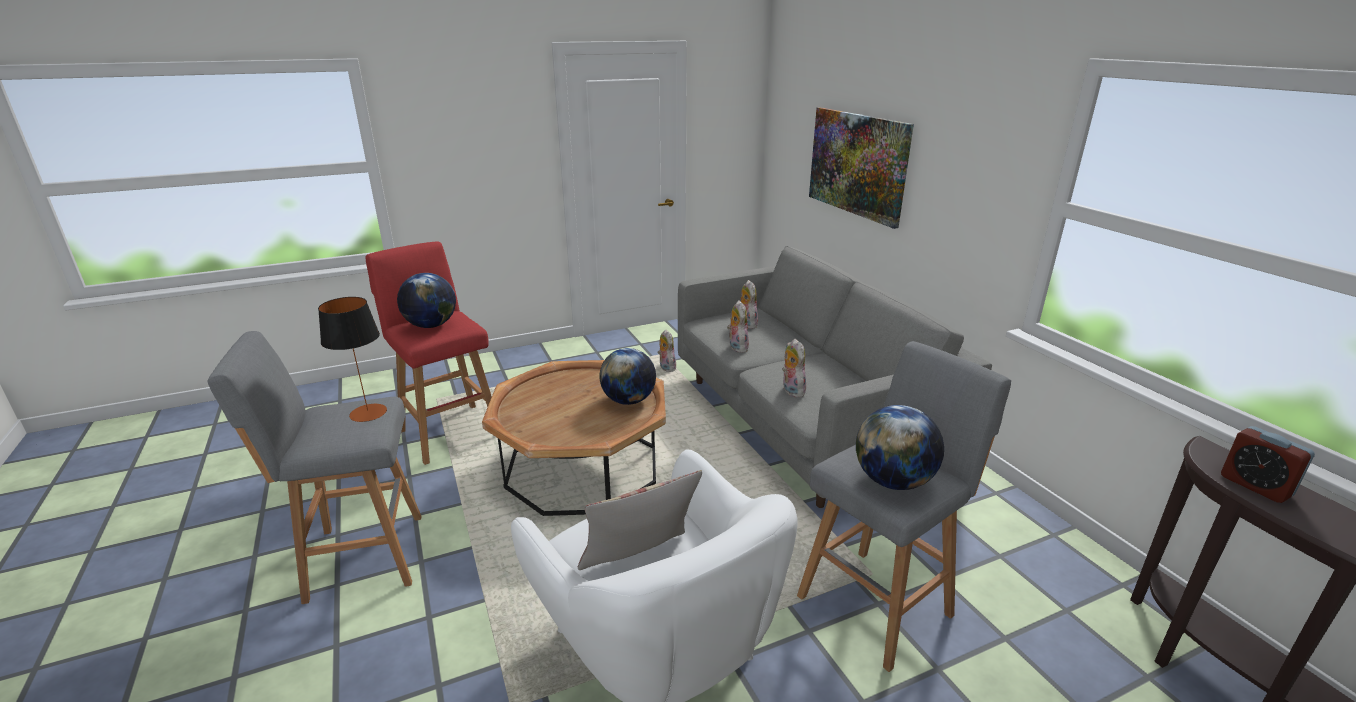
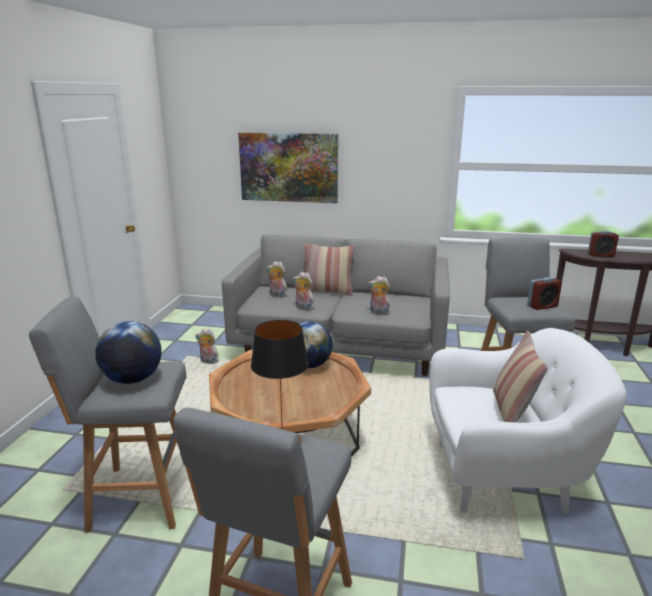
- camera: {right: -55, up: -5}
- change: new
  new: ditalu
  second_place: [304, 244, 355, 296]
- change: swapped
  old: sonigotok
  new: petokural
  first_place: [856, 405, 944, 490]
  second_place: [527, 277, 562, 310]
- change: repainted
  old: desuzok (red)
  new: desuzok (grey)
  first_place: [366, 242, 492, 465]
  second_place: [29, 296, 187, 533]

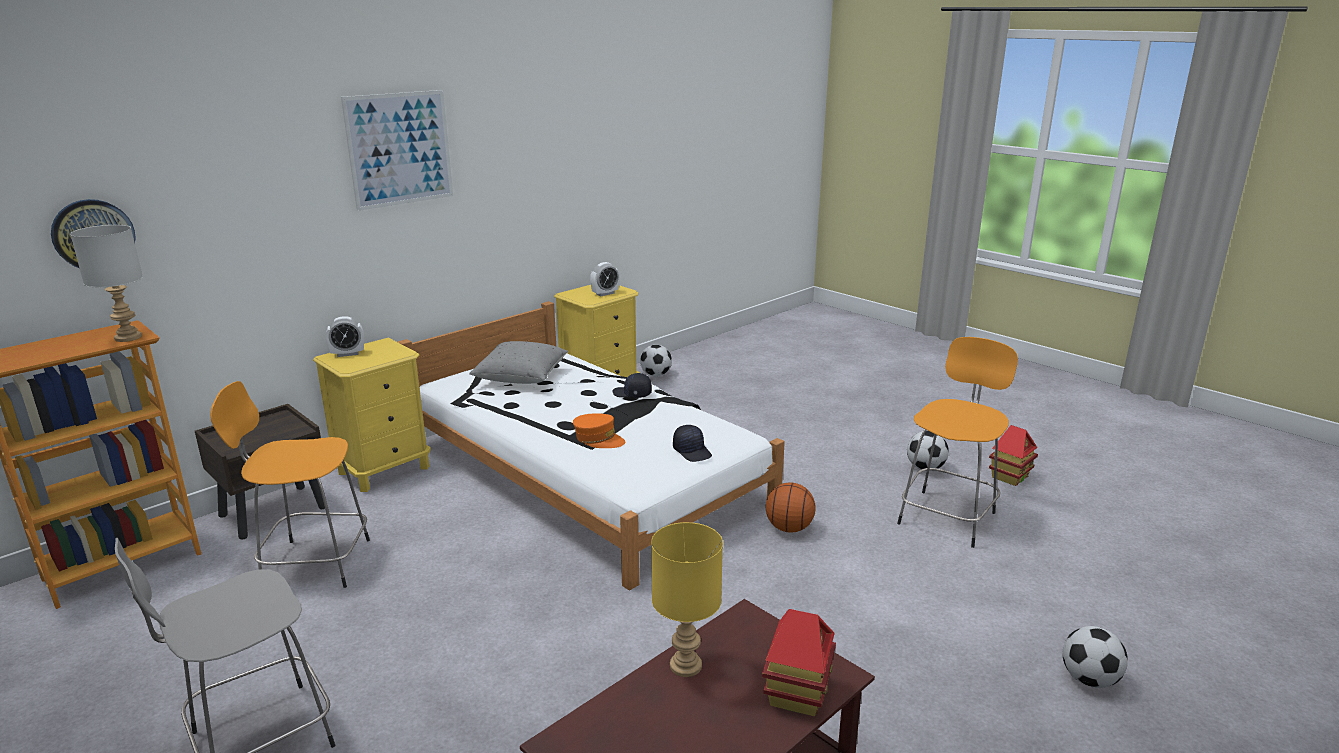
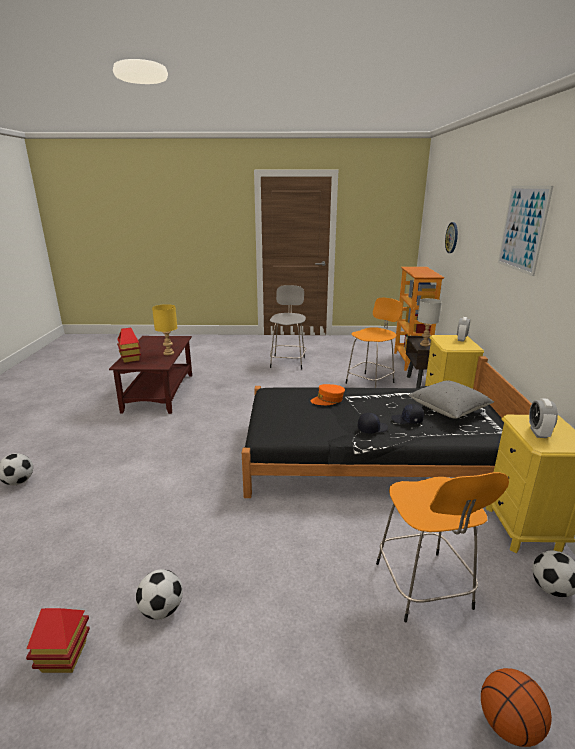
- camera: {right: 135, up: 0}
- change: shifted
  old: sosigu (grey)
  first_place: [70, 225, 143, 342]
  second_place: [417, 298, 442, 346]
- change: shifted
  old: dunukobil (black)
  first_place: [673, 425, 712, 462]
  second_place: [391, 404, 424, 424]
- change: shifted
  old: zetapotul
  first_place: [765, 482, 816, 533]
  second_place: [481, 668, 552, 747]
- change: shifted
  old: desuzok (orange)
  first_place: [897, 337, 1018, 548]
  second_place: [376, 472, 509, 622]
- change: repainted
  old: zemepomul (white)
  new: zemepomul (black)
  first_place: [398, 301, 785, 591]
  second_place: [242, 356, 532, 498]

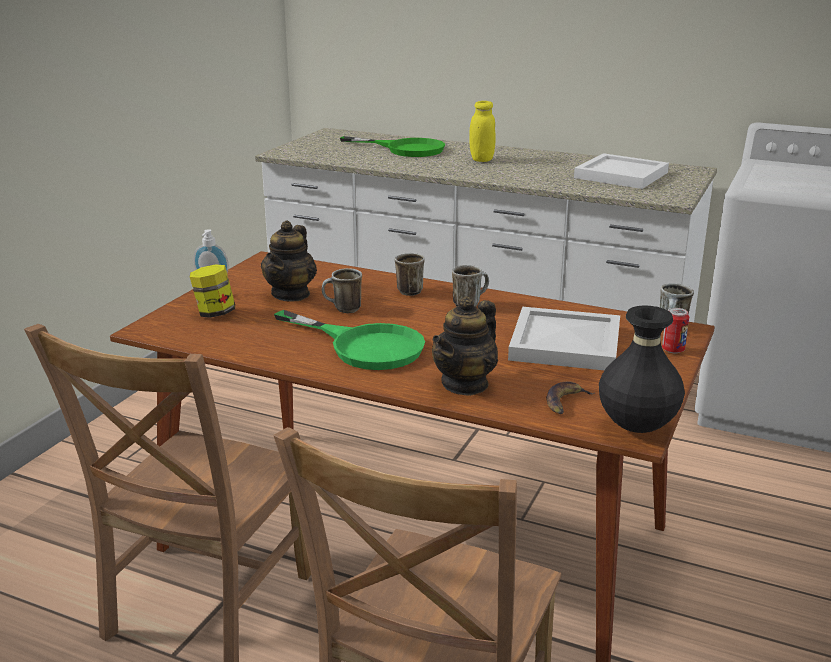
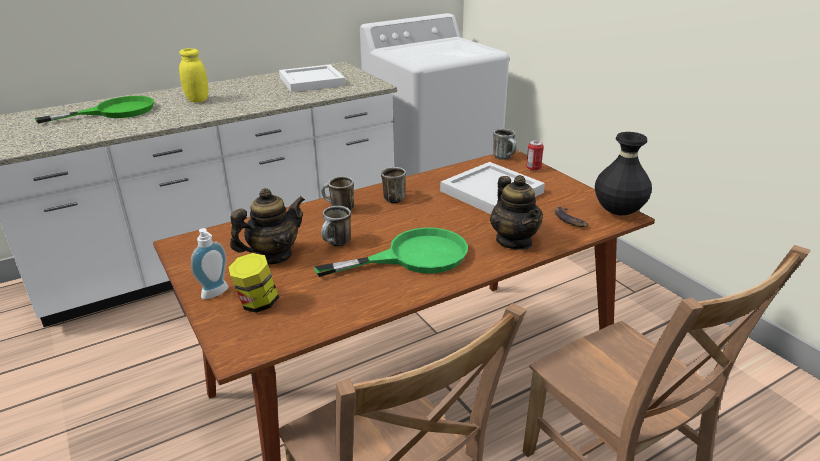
- camera: {right: -55, up: 5}
- change: rotated
  old: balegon
  first_place: [261, 220, 317, 302]
  second_place: [230, 188, 305, 264]
  degrees: -90

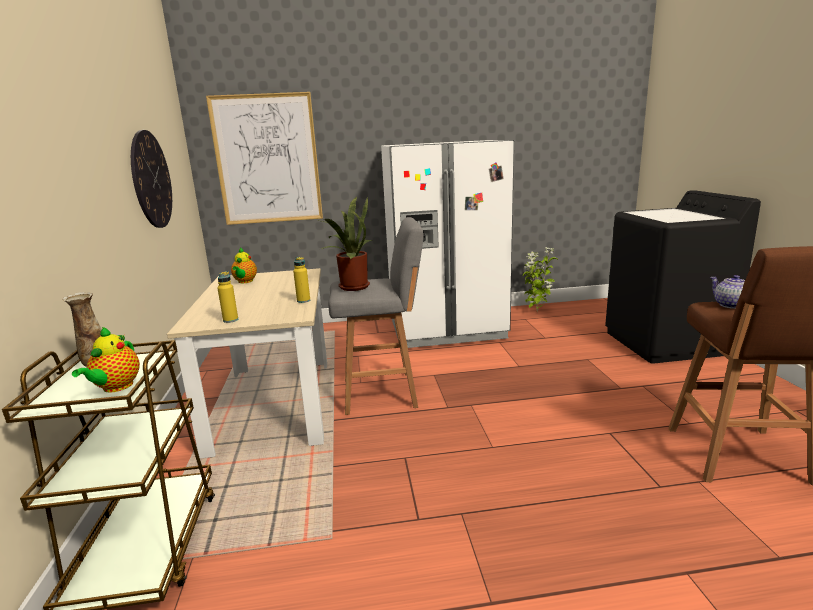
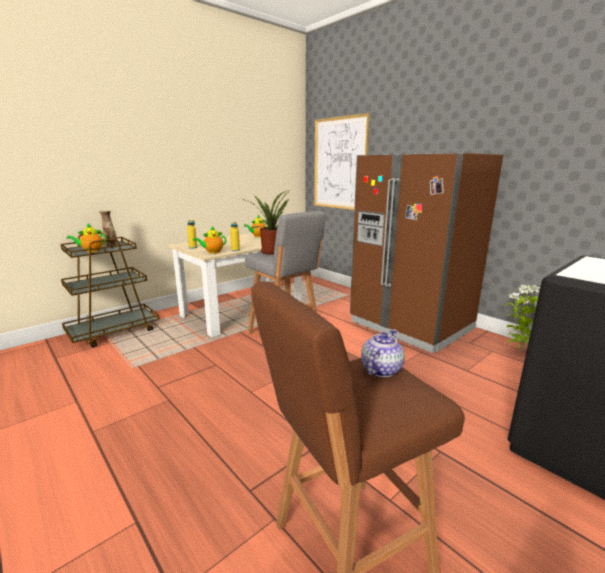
- camera: {right: 55, up: 0}
- change: gone
  old: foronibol
  first_place: [131, 130, 172, 228]
- change: new
  new: balegon
  second_place: [193, 226, 226, 254]
- change: repainted
  old: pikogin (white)
  new: pikogin (brown)
  first_place: [381, 140, 514, 348]
  second_place: [350, 153, 503, 353]

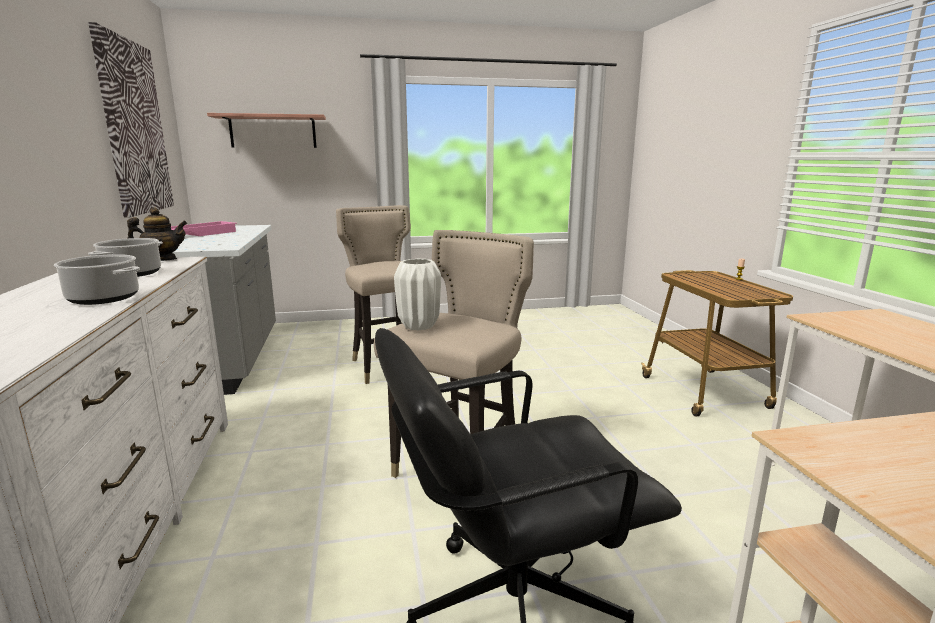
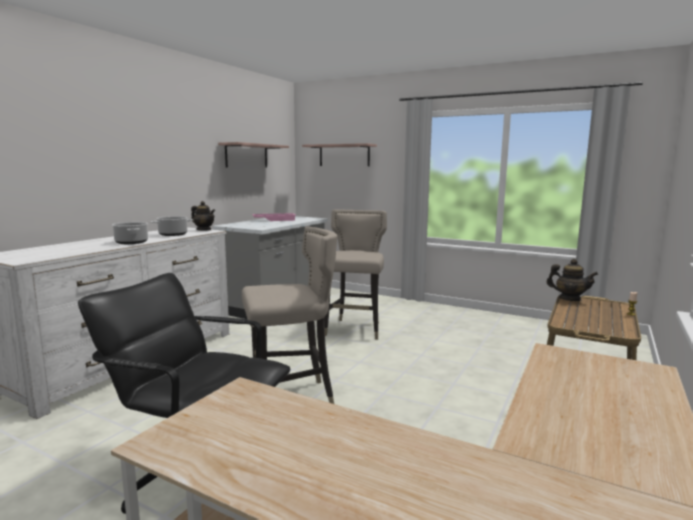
- camera: {right: 40, up: -5}
- change: gone
  old: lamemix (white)
  first_place: [394, 259, 441, 330]
- change: new
  new: balegon
  second_place: [547, 259, 598, 301]
- change: swapped
  old: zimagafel
  new: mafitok
  first_place: [88, 22, 174, 218]
  second_place: [218, 142, 289, 168]

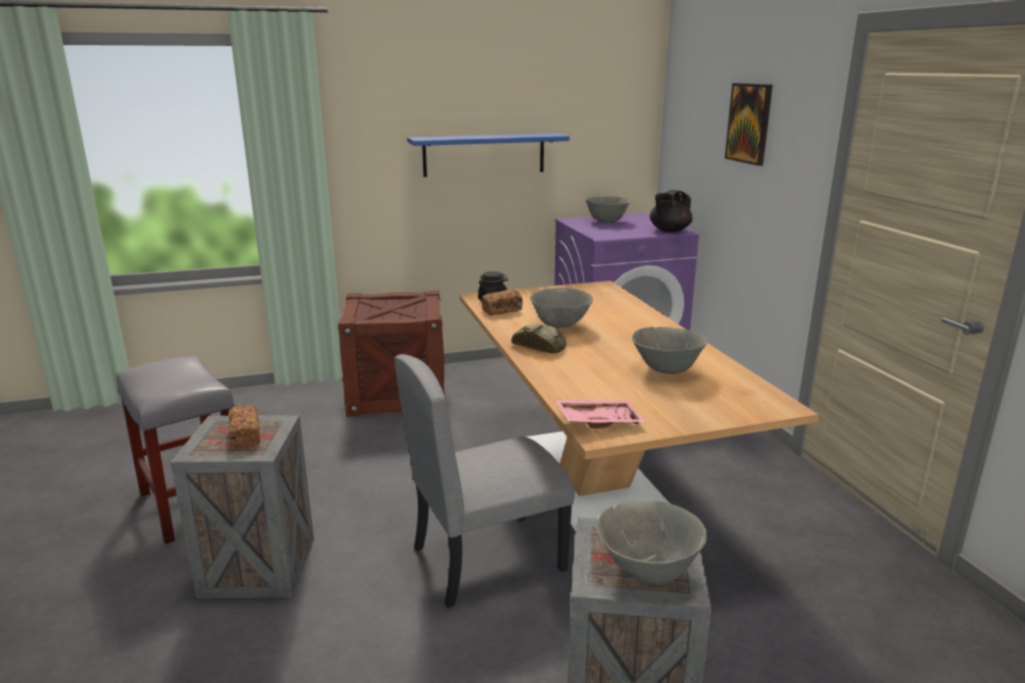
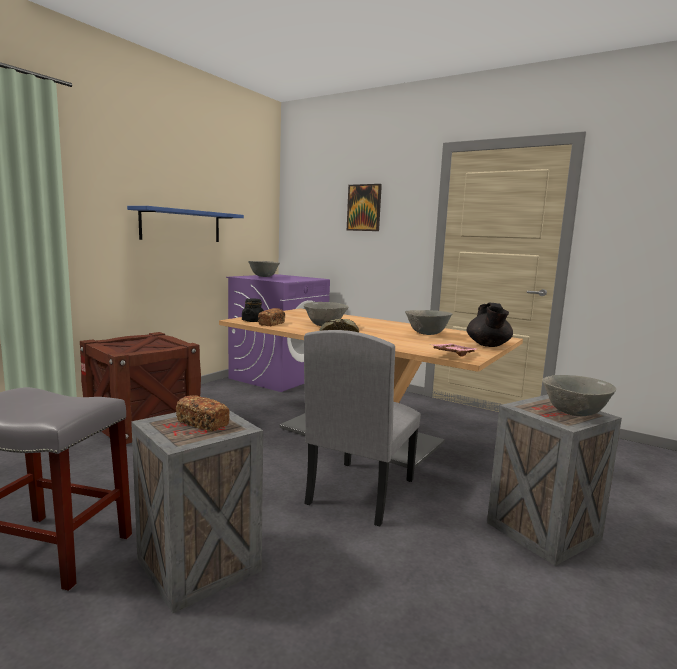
- camera: {right: -40, up: -10}
- change: shifted
  old: balegon (black)
  first_place: [650, 190, 693, 233]
  second_place: [467, 303, 513, 347]

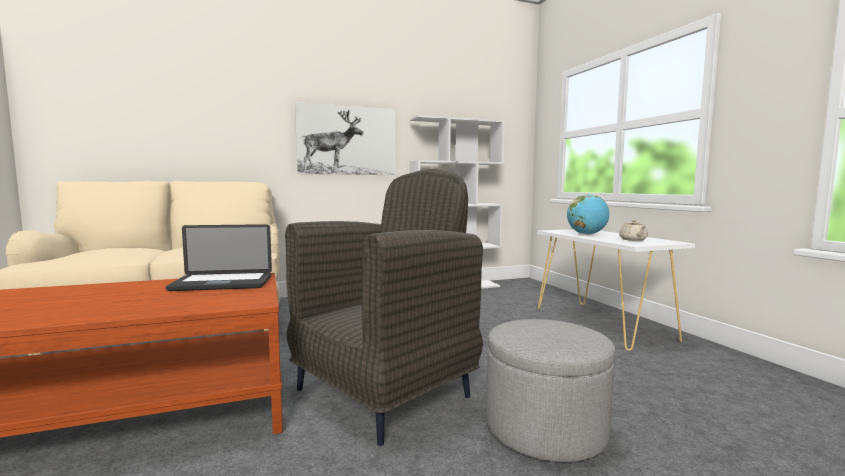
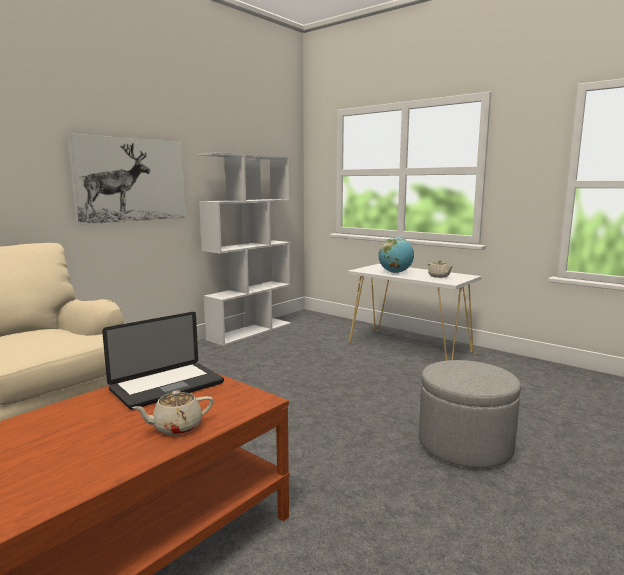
- camera: {right: -30, up: 5}
- change: gone
  old: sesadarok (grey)
  first_place: [285, 169, 483, 446]
- change: new
  new: balegon (beige)
  second_place: [132, 390, 213, 435]

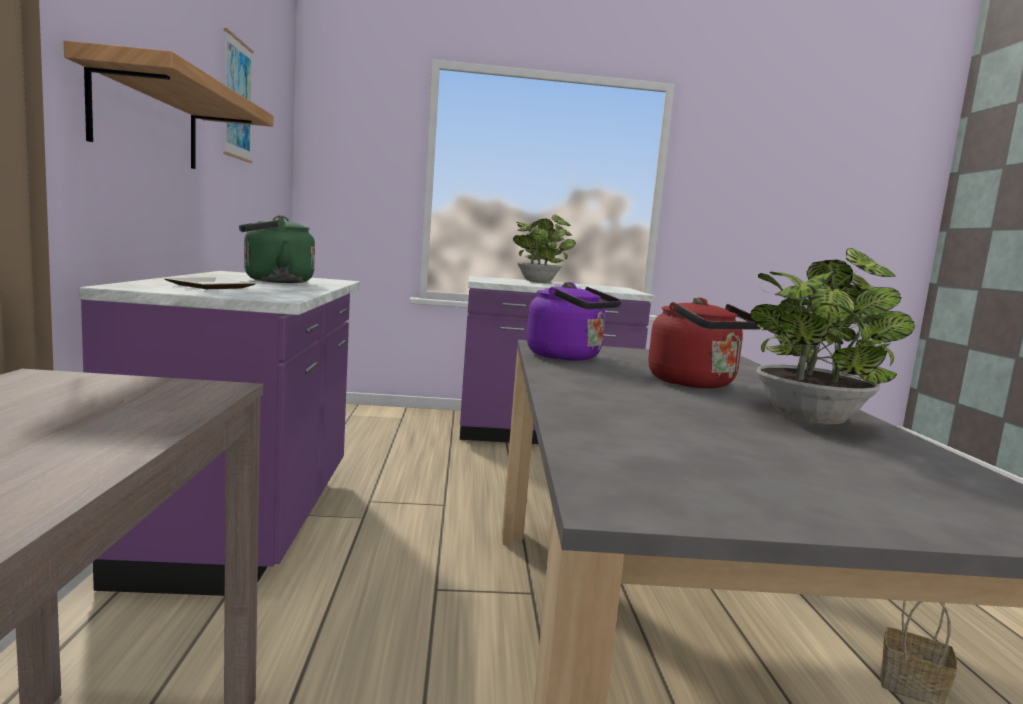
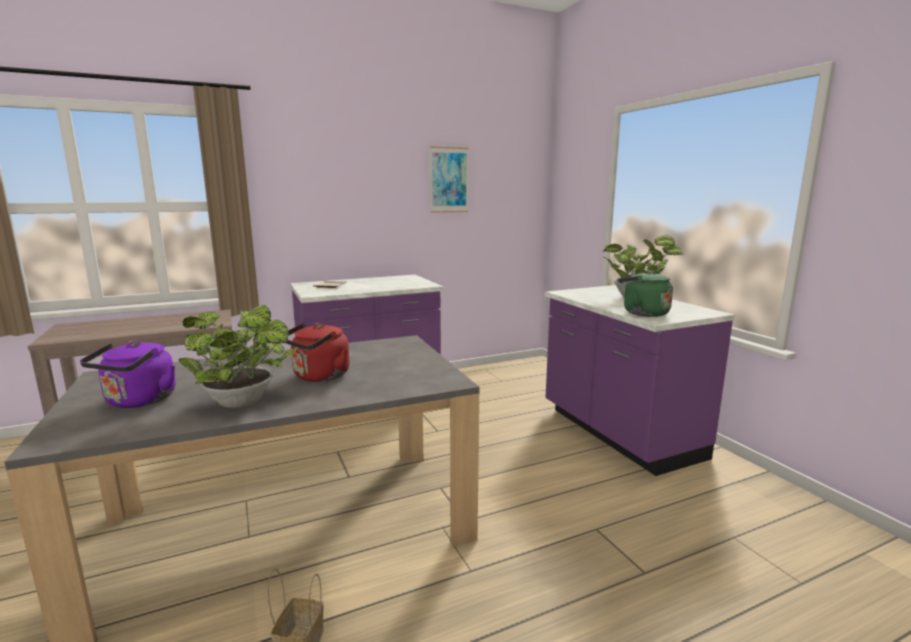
- camera: {right: 70, up: 5}
- change: gone
  old: mafitok
  first_place: [64, 40, 274, 169]
- change: shifted
  old: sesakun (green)
  first_place: [239, 215, 315, 283]
  second_place: [618, 271, 673, 317]
- change: shifted
  old: sesakun (purple)
  first_place: [527, 282, 621, 361]
  second_place: [80, 341, 175, 408]

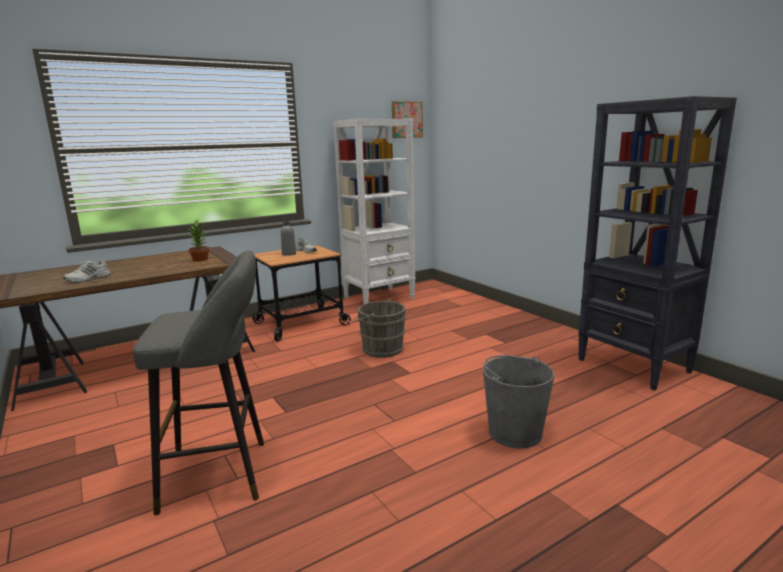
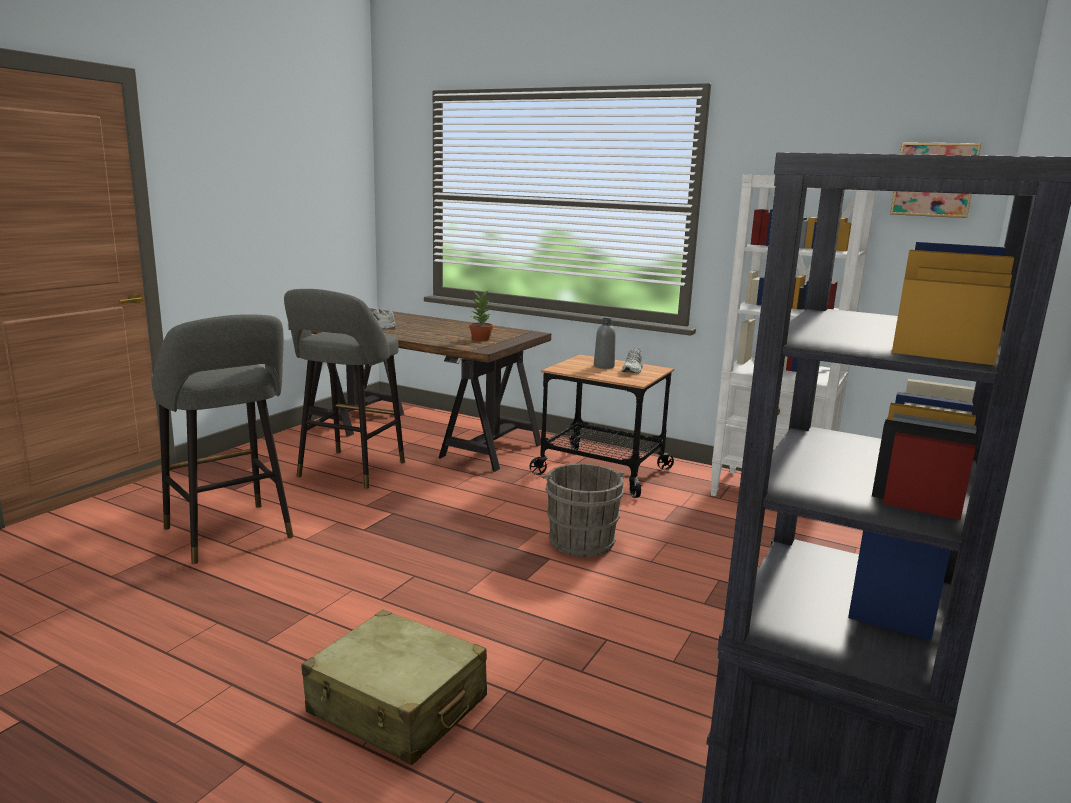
- camera: {right: 60, up: 0}
- change: new
  new: desuzok (grey)
  second_place: [284, 289, 405, 488]
- change: swapped
  old: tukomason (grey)
  new: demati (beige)
  first_place: [483, 355, 555, 449]
  second_place: [302, 610, 487, 765]

